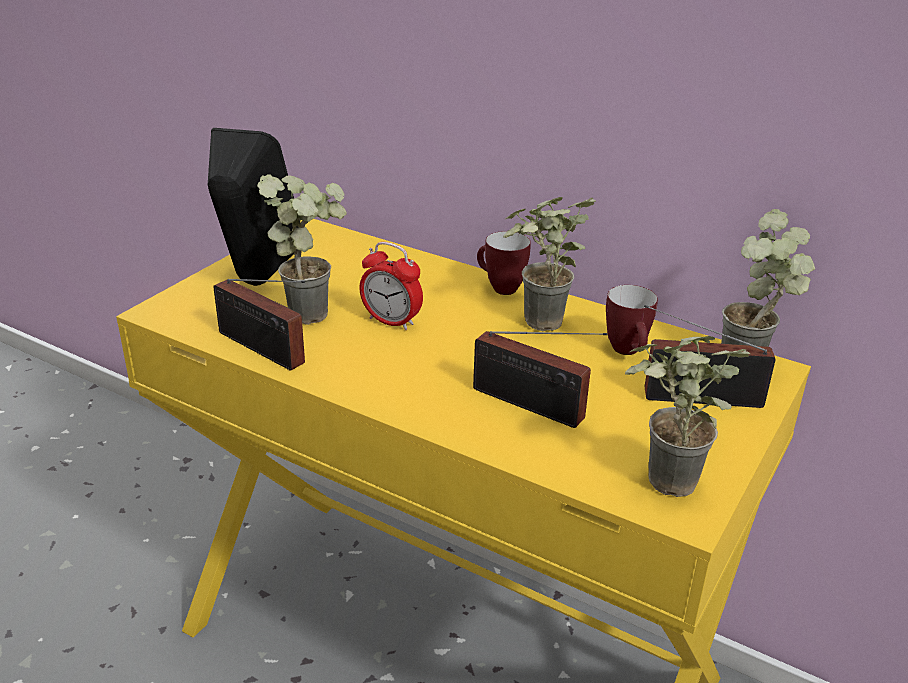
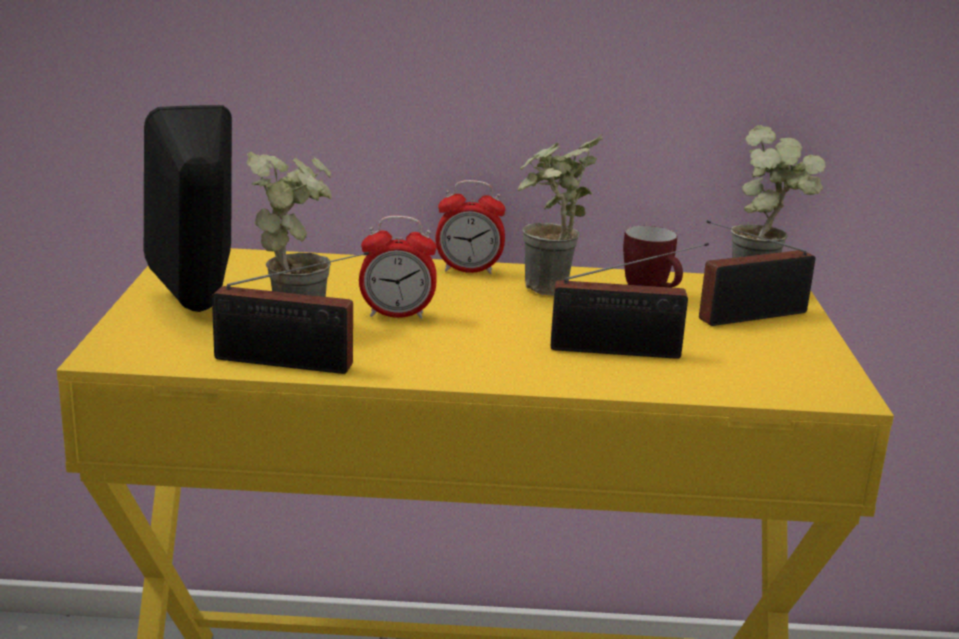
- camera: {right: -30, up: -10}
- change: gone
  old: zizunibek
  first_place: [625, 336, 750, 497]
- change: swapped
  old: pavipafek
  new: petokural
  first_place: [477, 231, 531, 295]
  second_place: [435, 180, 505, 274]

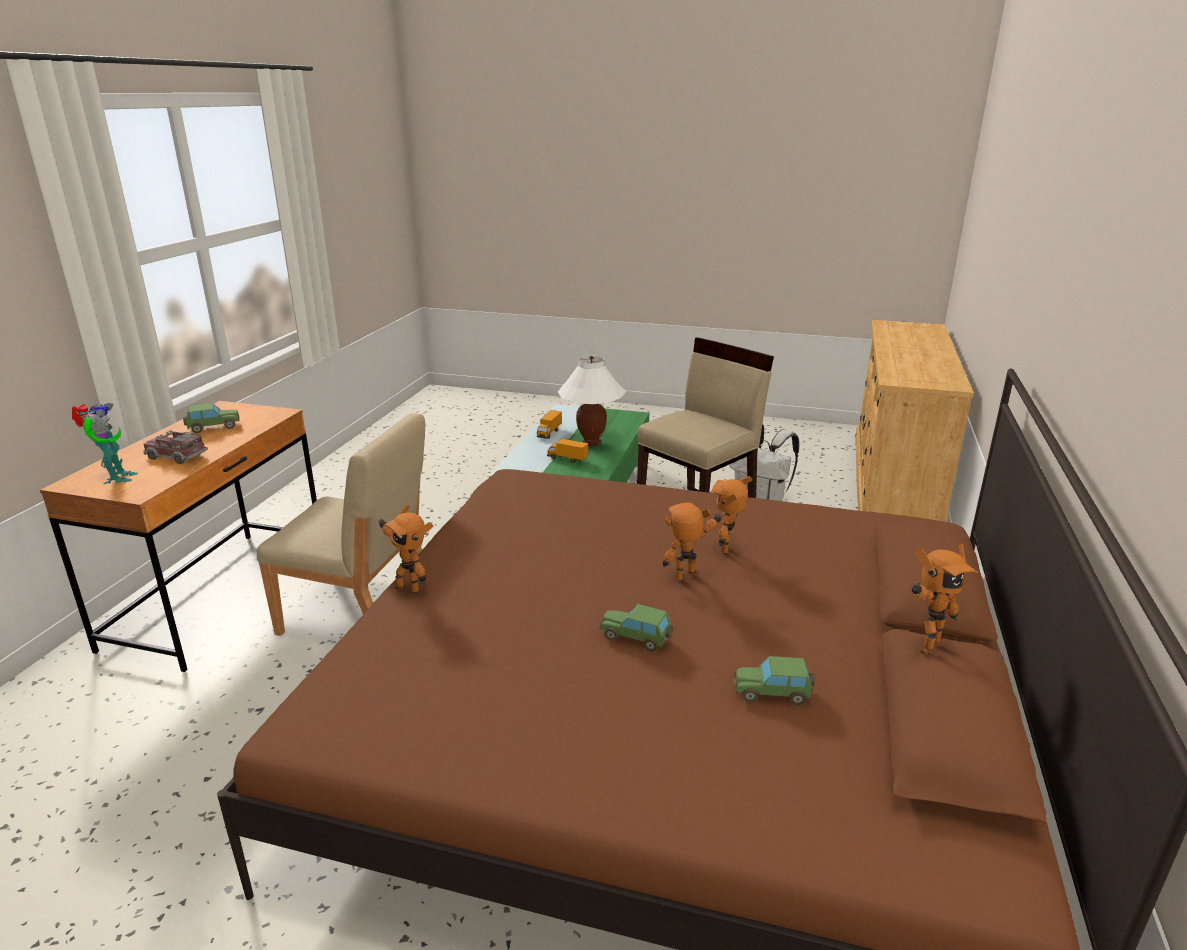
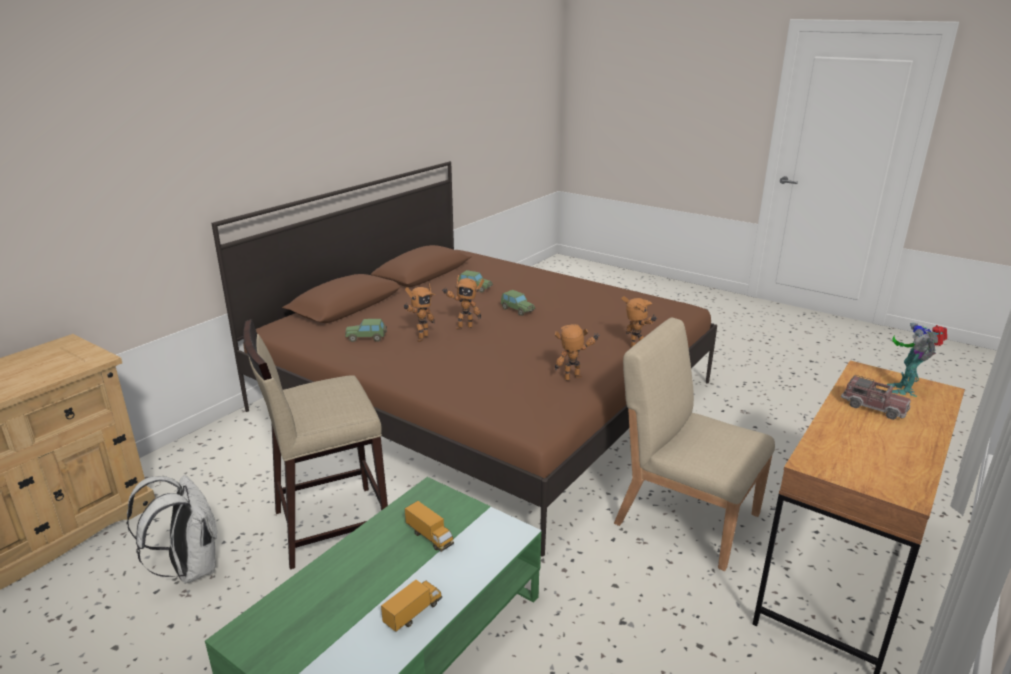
- camera: {right: -160, up: 0}
- change: gone
  old: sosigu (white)
  first_place: [557, 356, 626, 446]
- change: shifted
  old: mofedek
  first_place: [183, 403, 240, 433]
  second_place: [345, 319, 387, 342]
- change: shifted
  old: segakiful
  first_place: [912, 544, 978, 655]
  second_place: [555, 324, 599, 381]

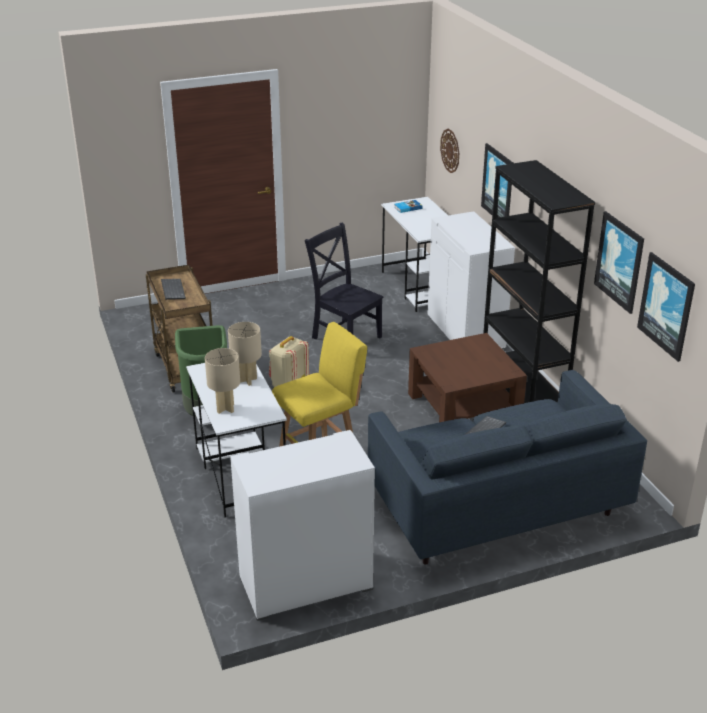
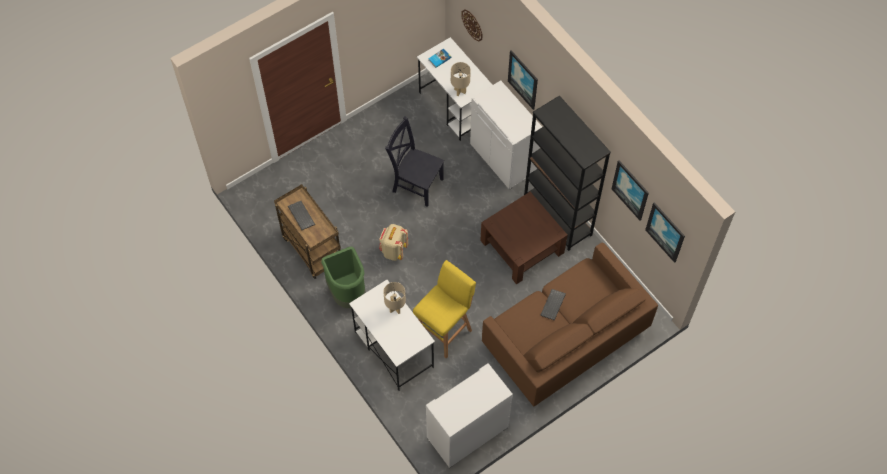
- camera: {right: -15, up: 30}
- change: shifted
  old: sosigu (beige)
  first_place: [205, 348, 240, 414]
  second_place: [451, 62, 471, 96]
- change: repainted
  old: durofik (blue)
  new: durofik (brown)
  first_place: [368, 370, 647, 565]
  second_place: [482, 243, 658, 406]

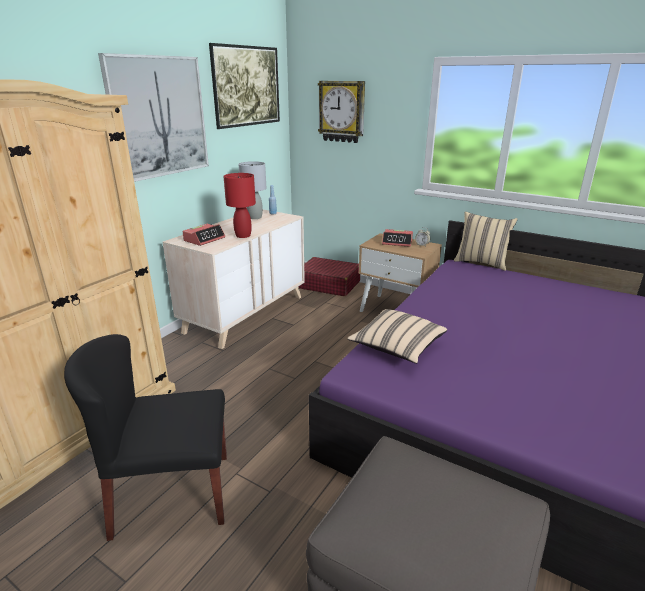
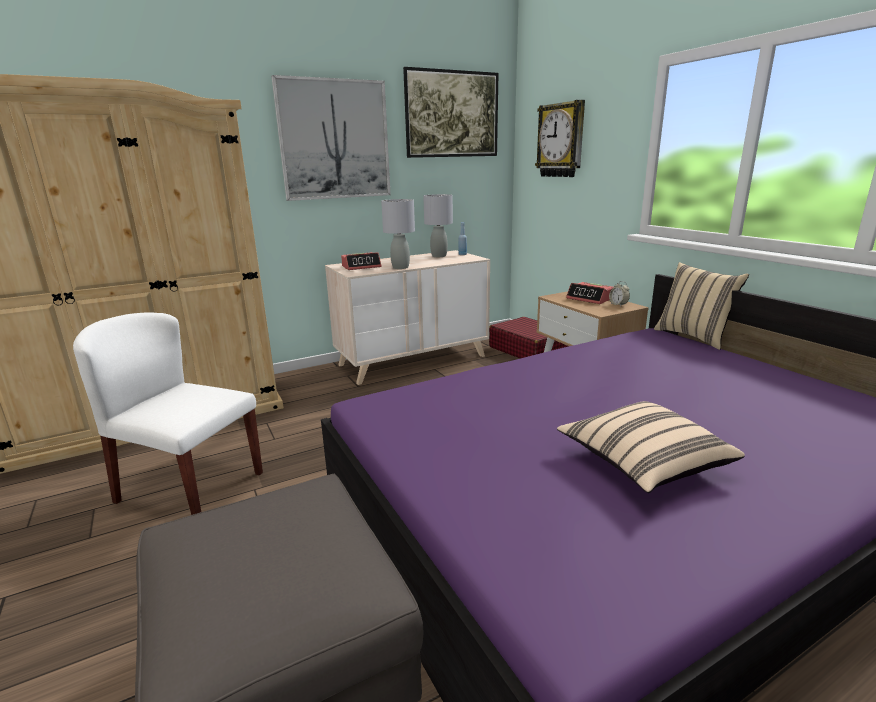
- camera: {right: 30, up: -5}
- change: shifted
  old: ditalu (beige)
  first_place: [347, 309, 447, 364]
  second_place: [557, 401, 745, 493]
- change: repainted
  old: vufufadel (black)
  new: vufufadel (white)
  first_place: [64, 334, 227, 541]
  second_place: [73, 312, 263, 515]
- change: repainted
  old: sosigu (red)
  new: sosigu (grey)
  first_place: [223, 173, 256, 238]
  second_place: [381, 199, 415, 269]

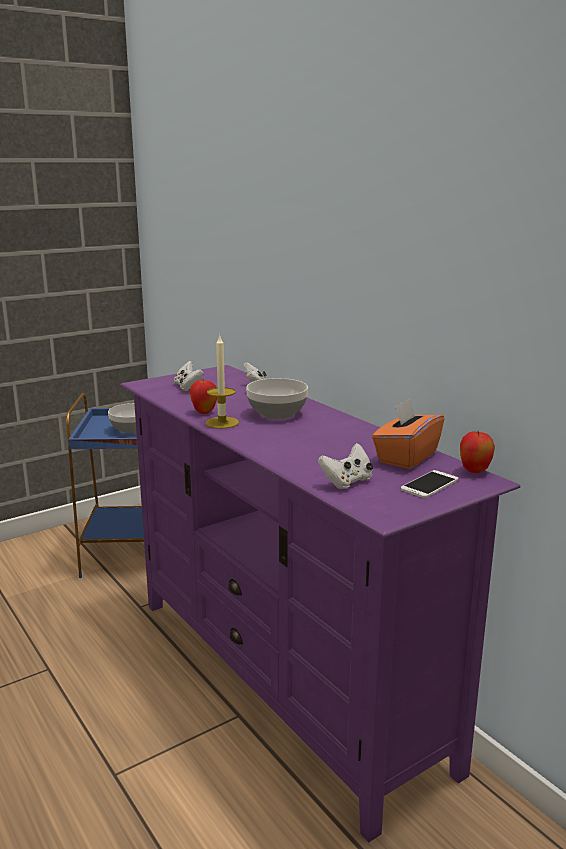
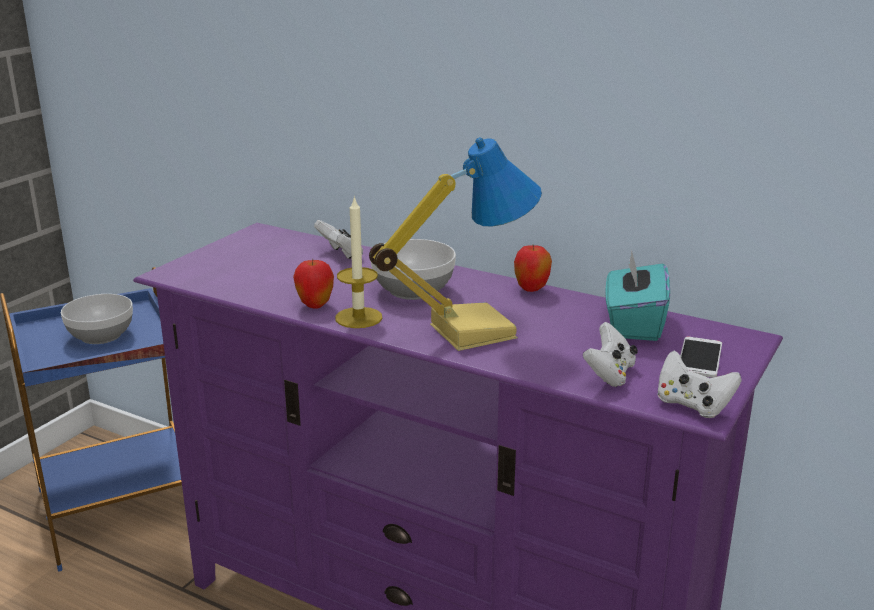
- camera: {right: -25, up: 5}
- change: new
  new: sosigu
  second_place: [369, 137, 542, 351]
- change: shifted
  old: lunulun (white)
  first_place: [174, 361, 204, 391]
  second_place: [657, 350, 742, 418]
- change: shifted
  old: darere
  first_place: [460, 432, 495, 473]
  second_place: [514, 245, 552, 292]
- change: repainted
  old: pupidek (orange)
  new: pupidek (turquoise)
  first_place: [372, 398, 444, 469]
  second_place: [606, 249, 670, 341]

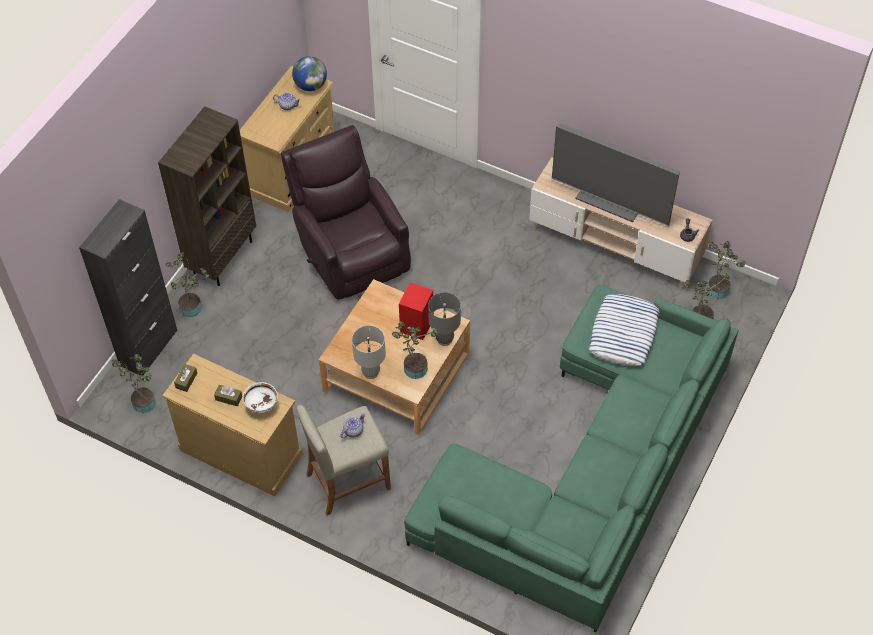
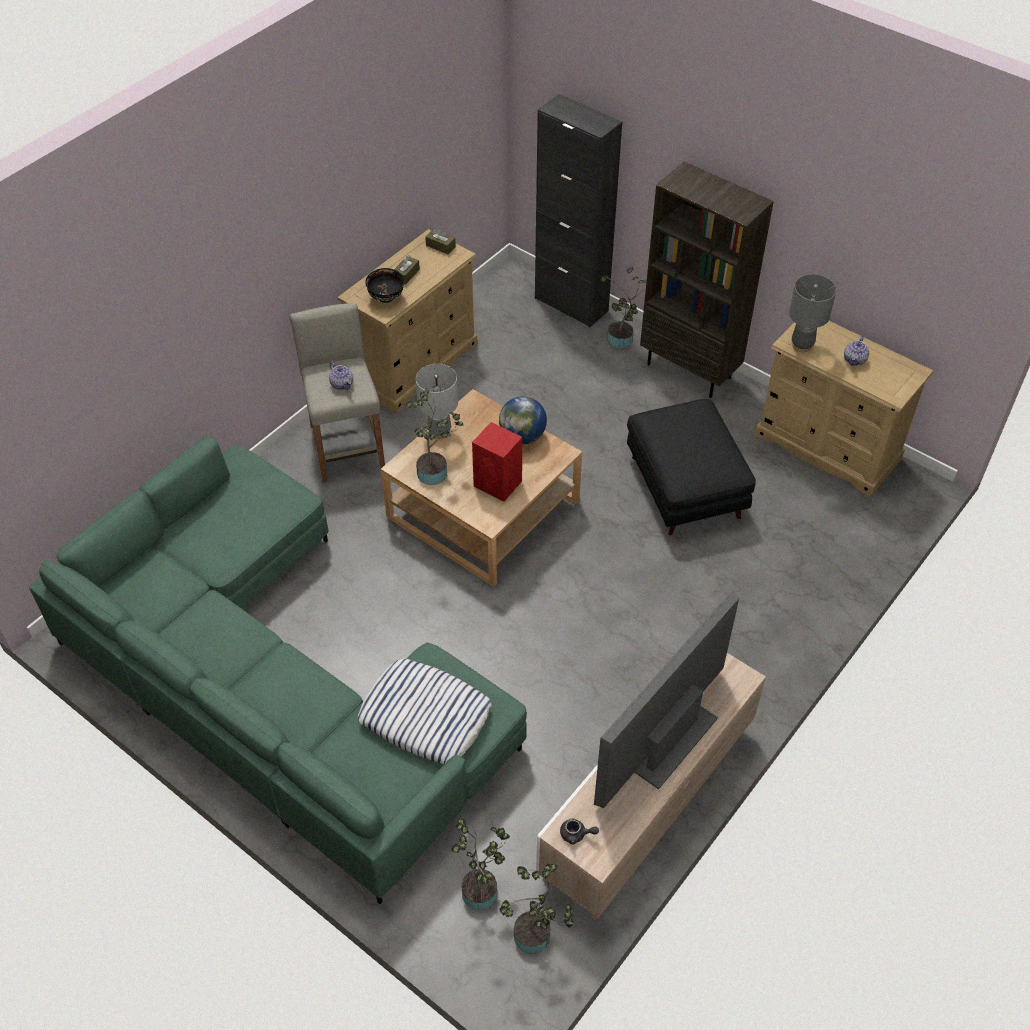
- camera: {right: 100, up: -5}
- change: gone
  old: zizunibek
  first_place: [112, 353, 156, 413]
- change: shifted
  old: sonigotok
  first_place: [292, 56, 327, 91]
  second_place: [499, 396, 547, 444]
- change: shifted
  old: sosigu (grey)
  first_place: [428, 292, 461, 346]
  second_place: [789, 274, 836, 352]
- change: swapped
  old: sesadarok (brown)
  new: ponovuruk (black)
  first_place: [281, 125, 411, 300]
  second_place: [627, 399, 756, 536]
- change: repainted
  old: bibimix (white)
  new: bibimix (black)
  first_place: [243, 382, 278, 414]
  second_place: [365, 268, 404, 303]

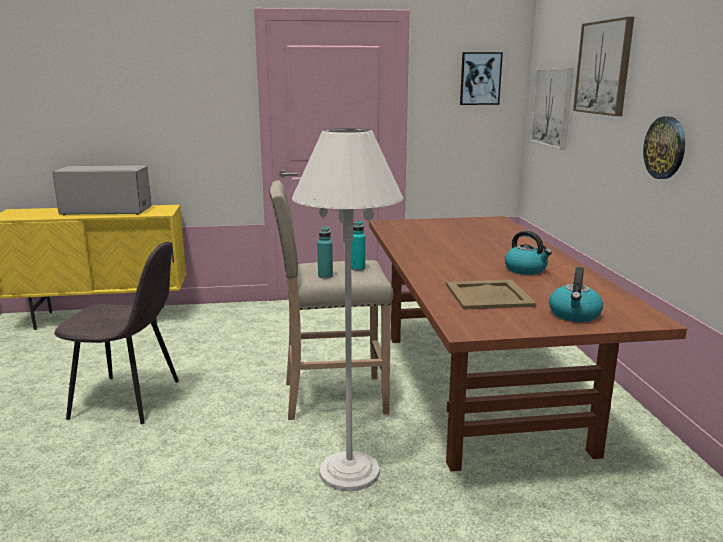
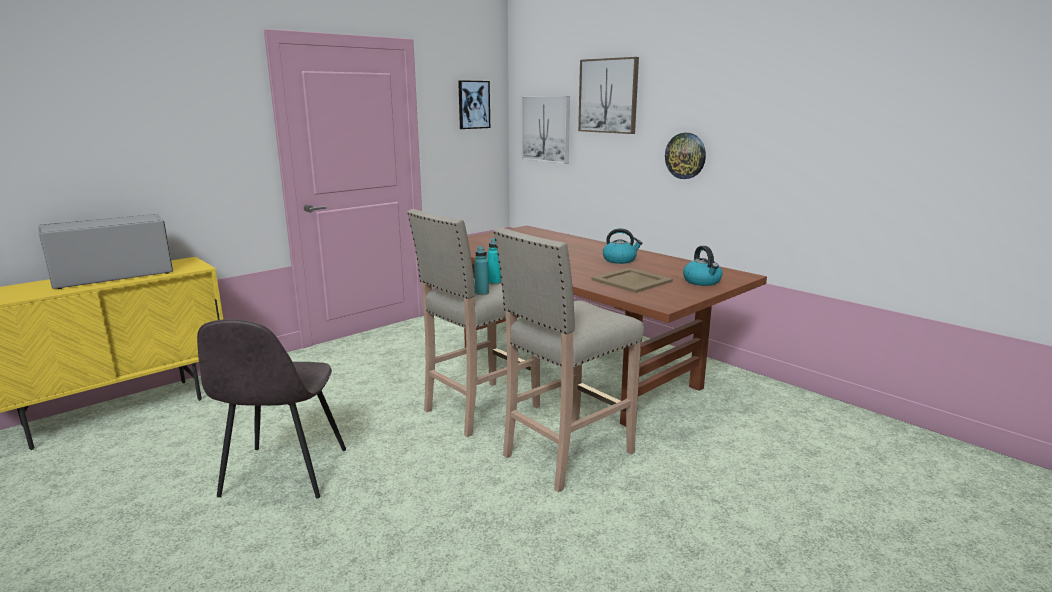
- camera: {right: -35, up: 0}
- change: swapped
  old: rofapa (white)
  new: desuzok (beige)
  first_place: [292, 128, 403, 492]
  second_place: [493, 227, 644, 492]
- change: rotated
  old: vufufadel (grey)
  first_place: [54, 242, 179, 424]
  second_place: [197, 319, 346, 499]
  degrees: 120

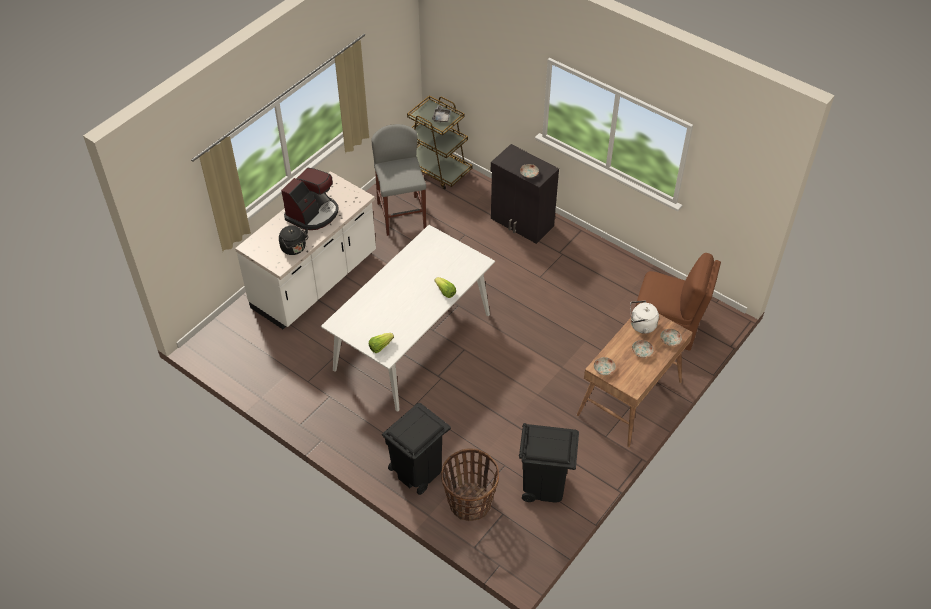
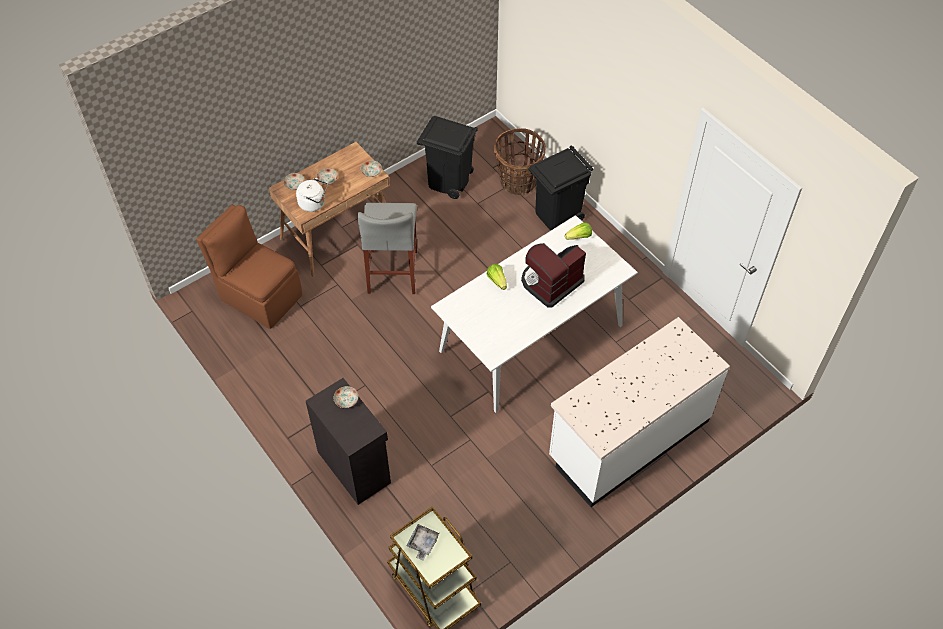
- camera: {right: -165, up: 5}
- change: gone
  old: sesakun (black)
  first_place: [279, 225, 308, 255]
- change: shifted
  old: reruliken
  first_place: [281, 168, 338, 230]
  second_place: [521, 243, 586, 308]
- change: shifted
  old: desuzok (grey)
  first_place: [371, 124, 426, 236]
  second_place: [357, 203, 417, 294]

